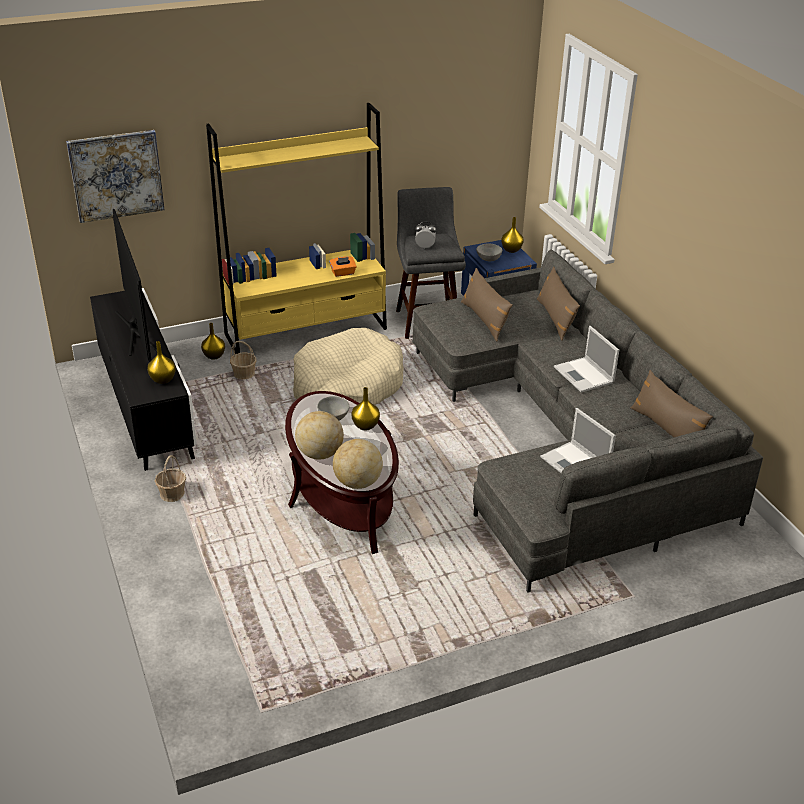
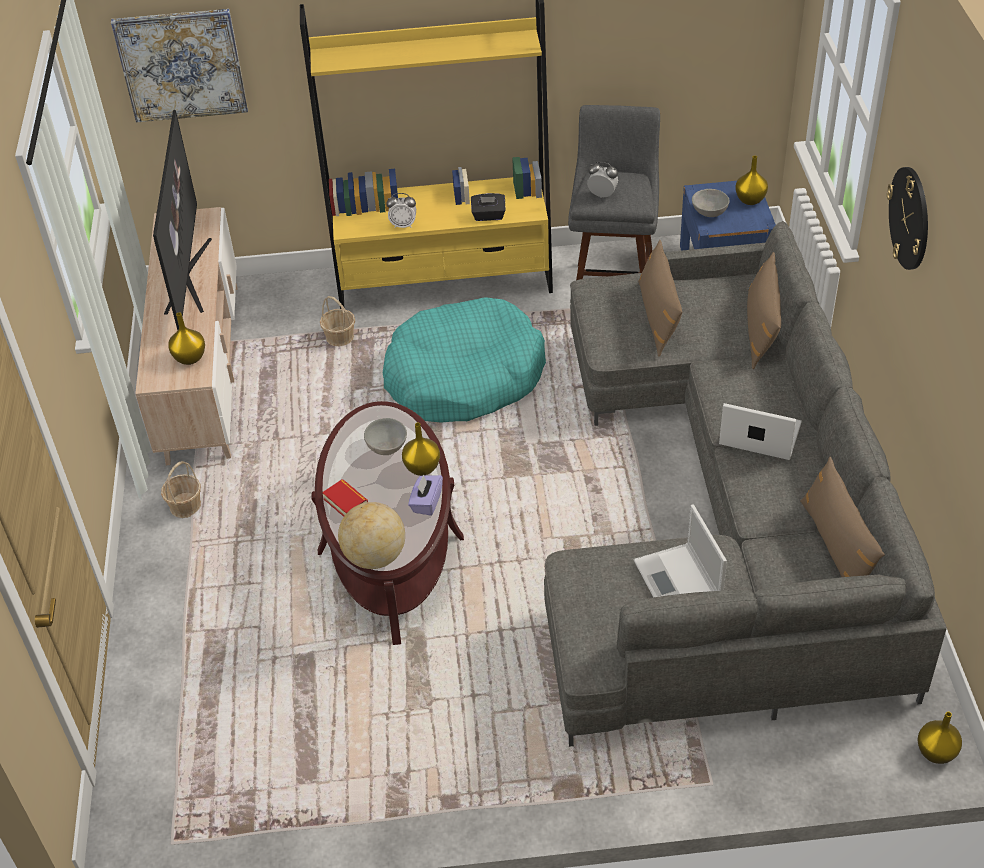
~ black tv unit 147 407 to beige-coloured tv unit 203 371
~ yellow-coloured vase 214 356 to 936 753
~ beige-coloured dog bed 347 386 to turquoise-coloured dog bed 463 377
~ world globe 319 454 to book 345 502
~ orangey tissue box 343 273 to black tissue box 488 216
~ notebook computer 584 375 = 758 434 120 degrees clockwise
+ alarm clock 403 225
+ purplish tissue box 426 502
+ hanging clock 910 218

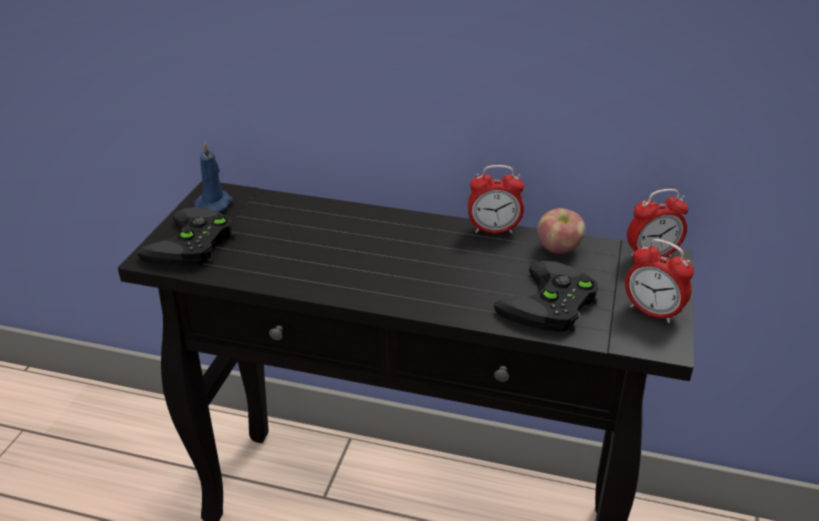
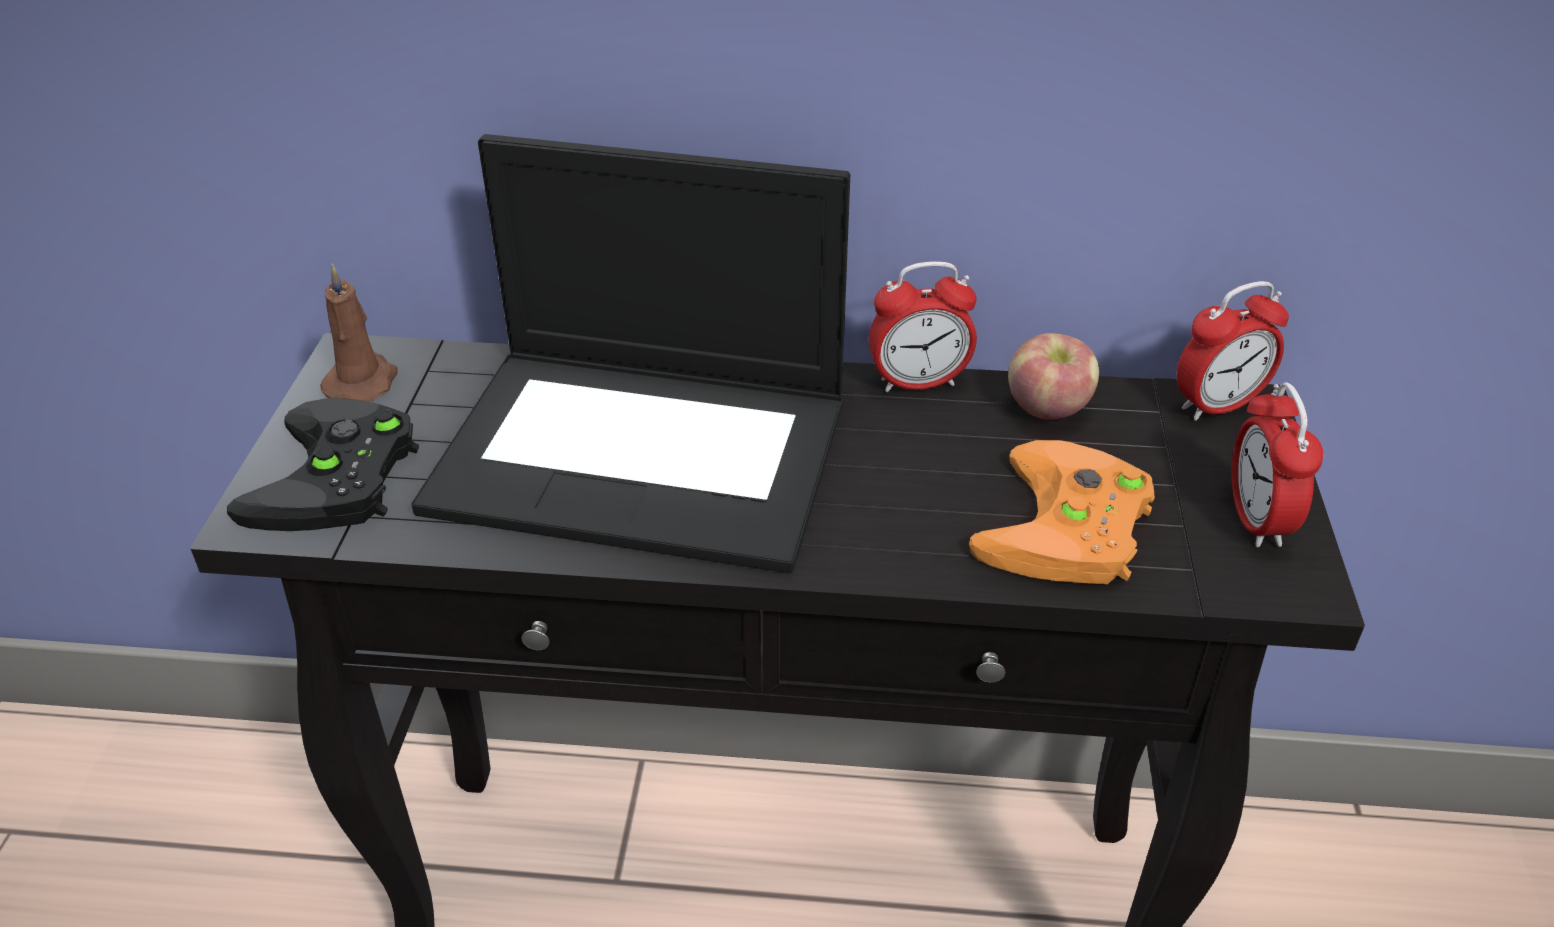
~ blue candle 215 203 to brown candle 363 381
~ black gamepad 550 306 to orangey gamepad 1069 530
~ alarm clock 652 312 = 1256 521 60 degrees clockwise
+ notebook computer 646 453

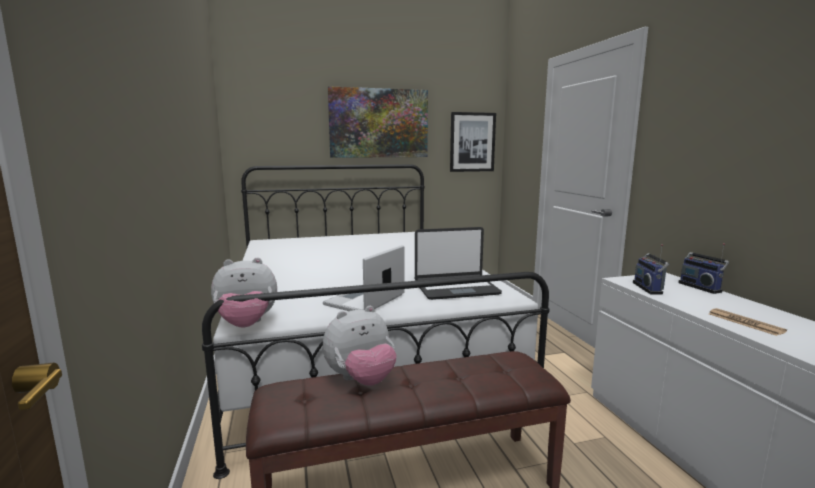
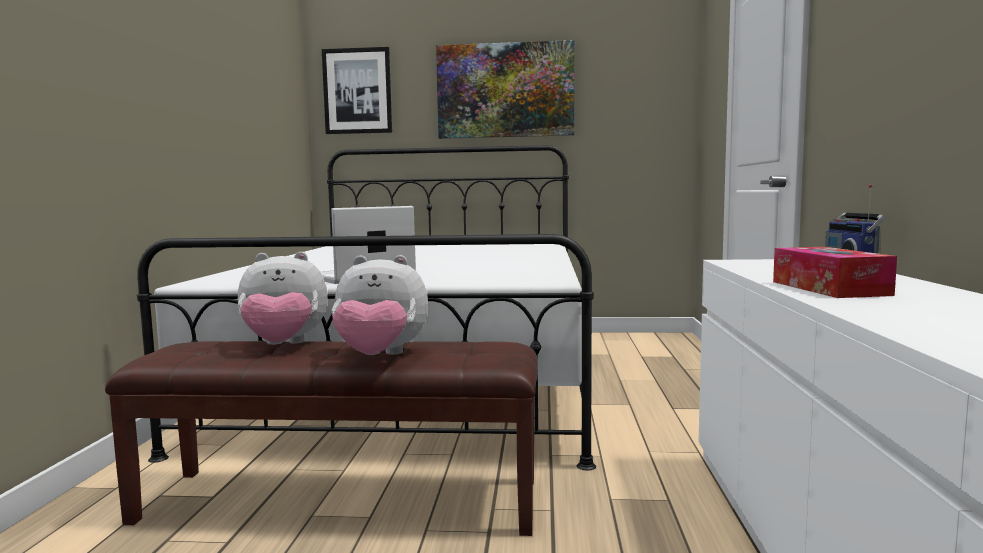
~ plush toy 246 325 to 380 356
- notebook computer 456 288
~ picture 472 142 to 357 91
- radio 649 288
~ printed paper 745 322 to tissue box 829 288

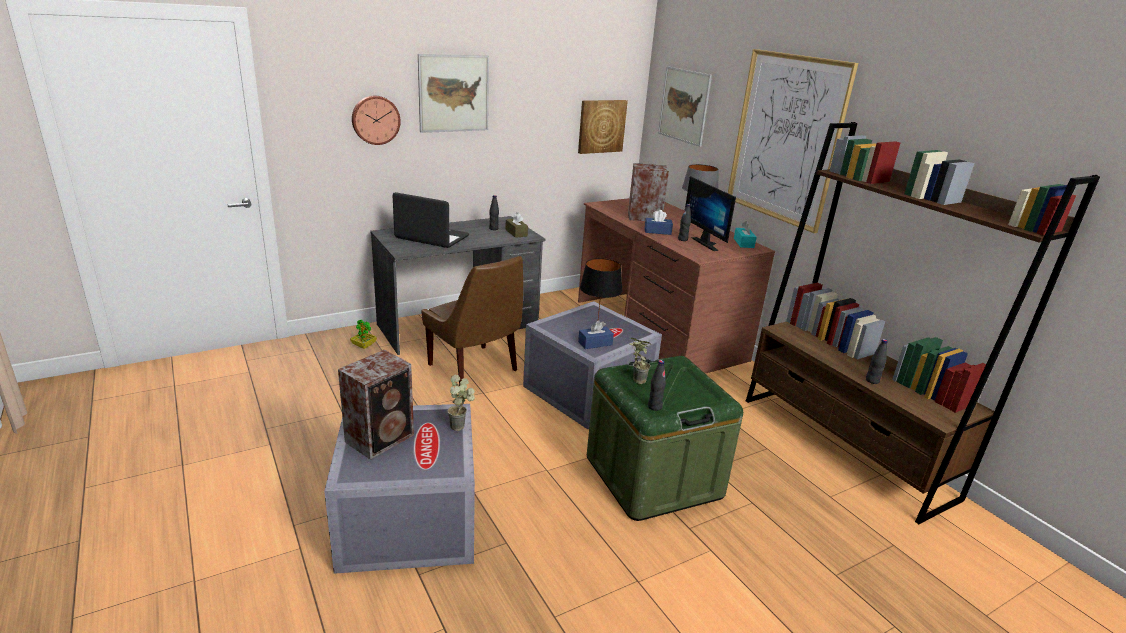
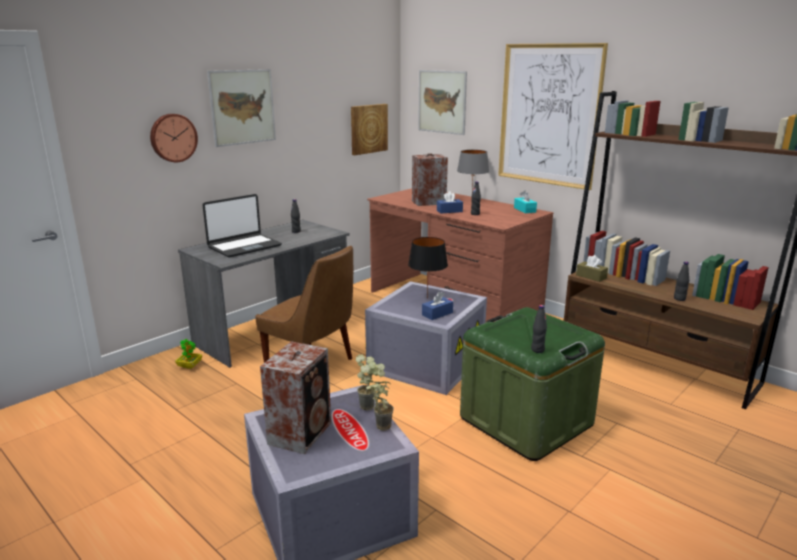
~ notebook computer 432 237 = 244 246 135 degrees clockwise
~ brown tissue box 516 233 to 591 276
~ potted plant 635 380 to 379 426
- computer display 708 243

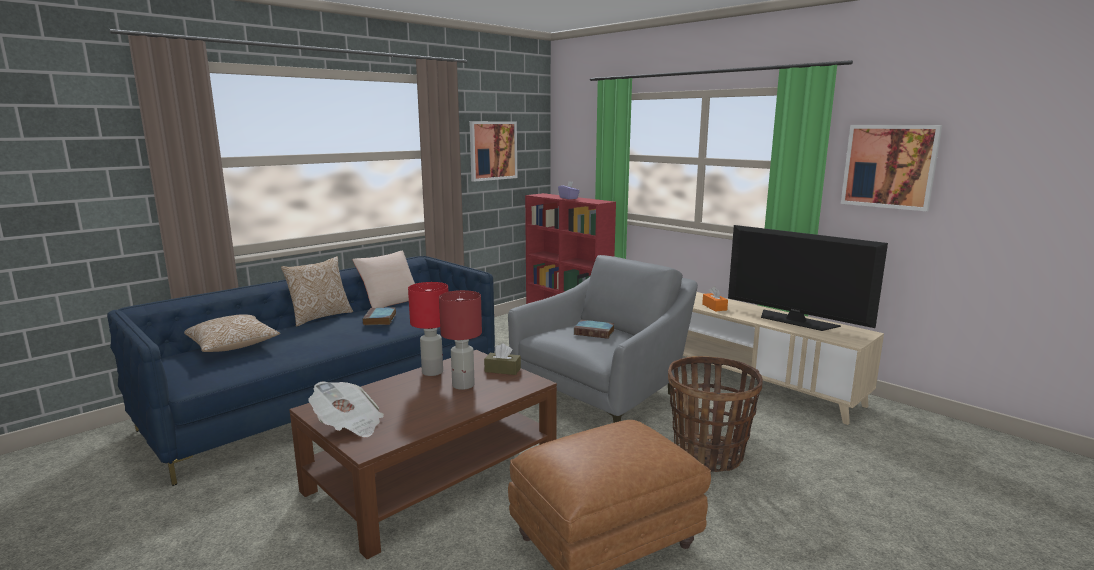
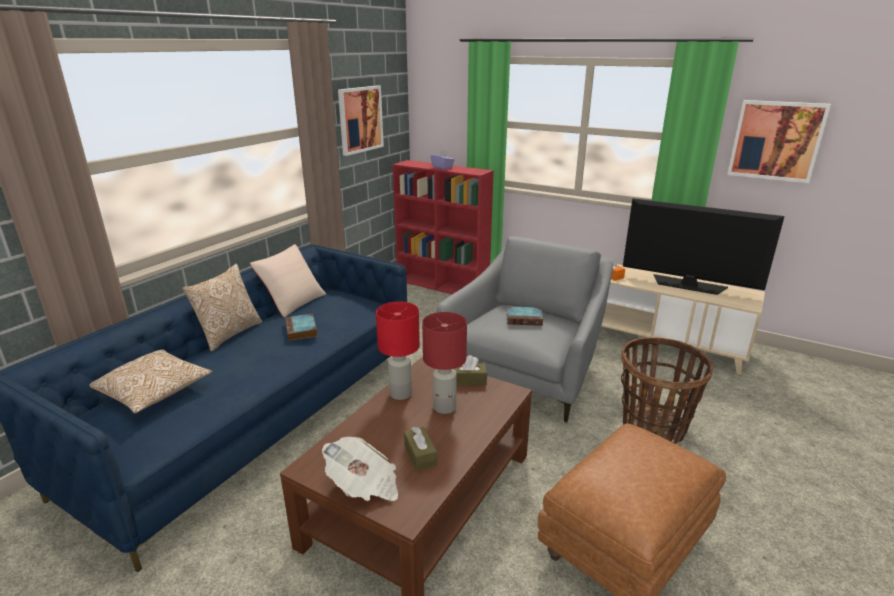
+ brown tissue box 420 455

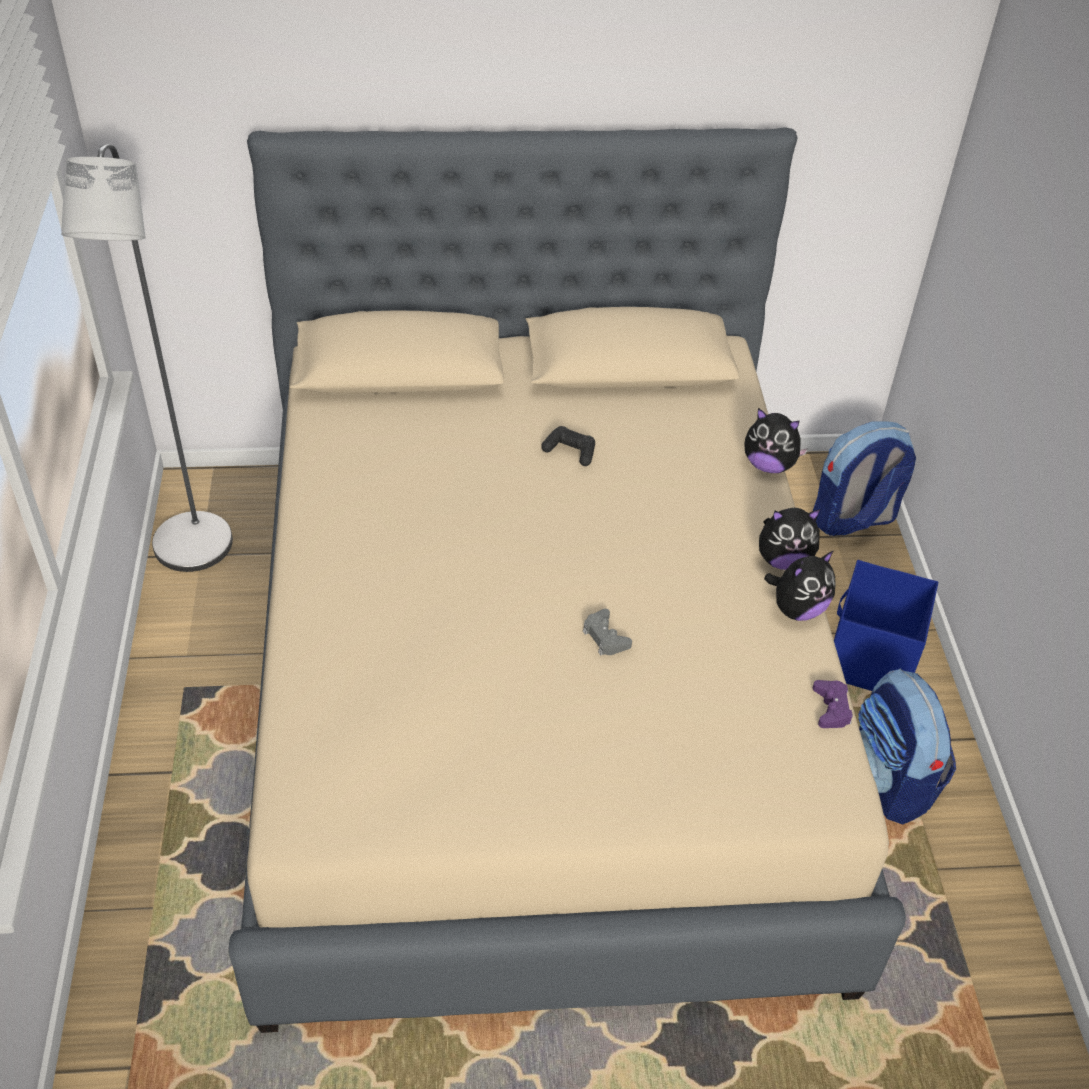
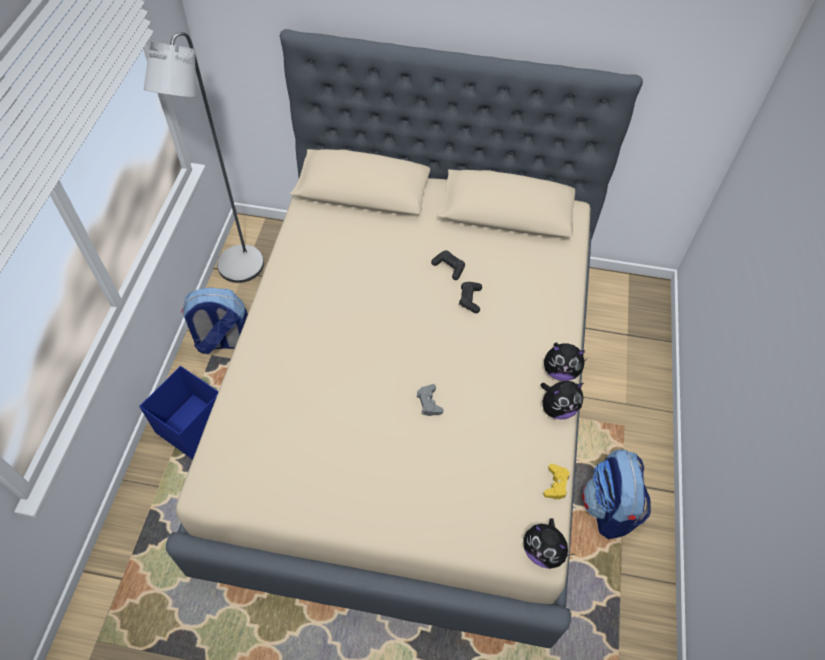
~ plush toy 769 465 to 543 551
~ backpack 852 519 to 223 341
~ purplish gamepad 831 708 to yellow-coloured gamepad 556 484
~ blue storage bin 869 660 to 192 427
+ black gamepad 470 299

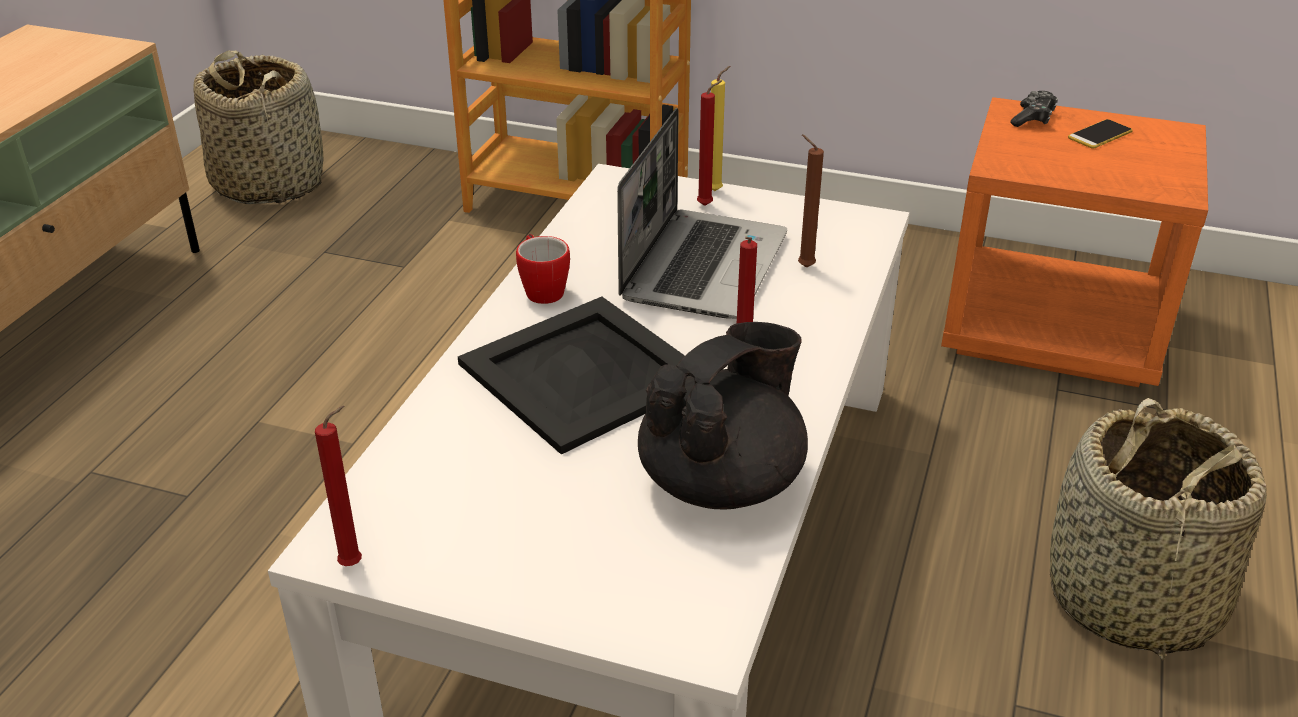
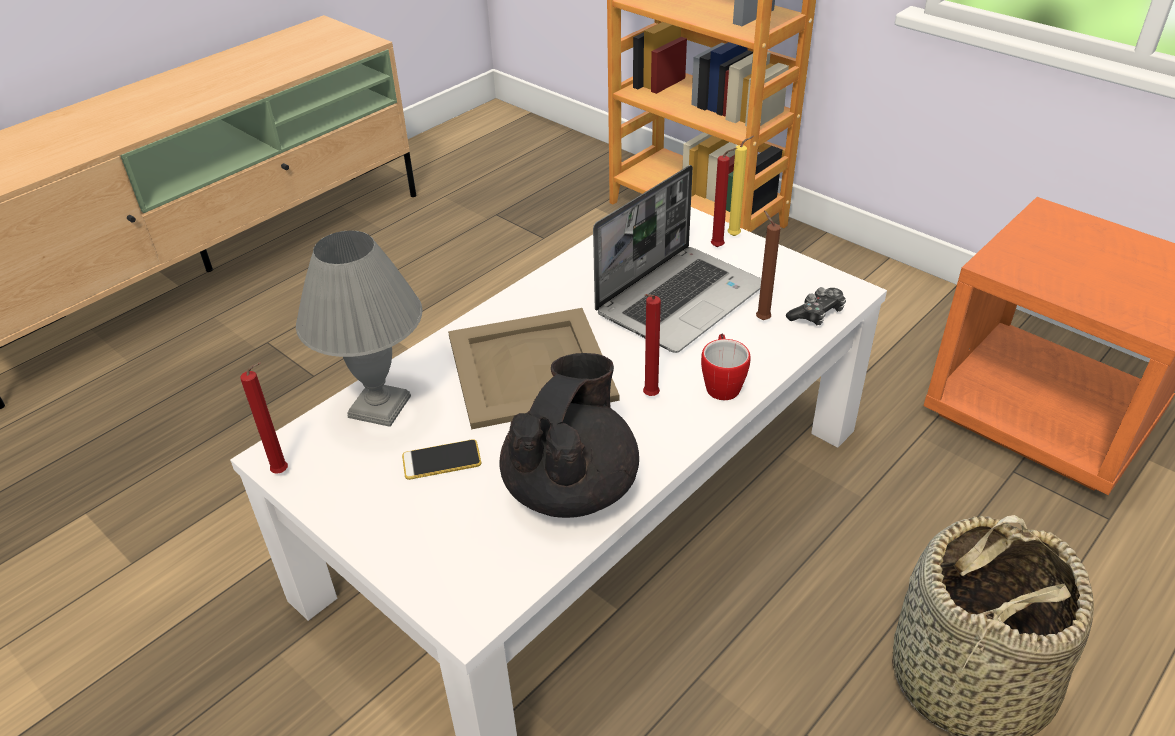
- basket 269 183
~ black carrying tray 583 371 to beige-coloured carrying tray 531 366
~ coffee mug 542 289 to 722 384
~ black teapot 723 481 = 572 487 45 degrees counterclockwise
~ gamepad 1033 118 to 817 314
~ telephone 1100 135 to 441 460
+ grey table lamp 380 408

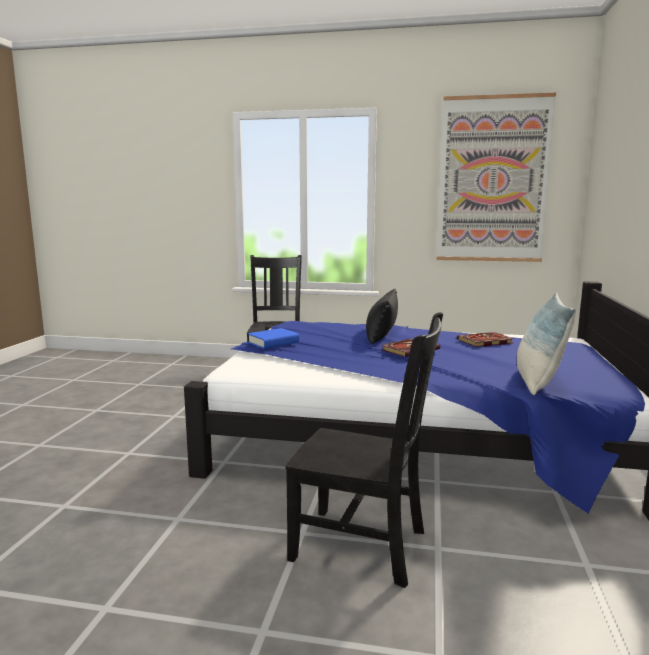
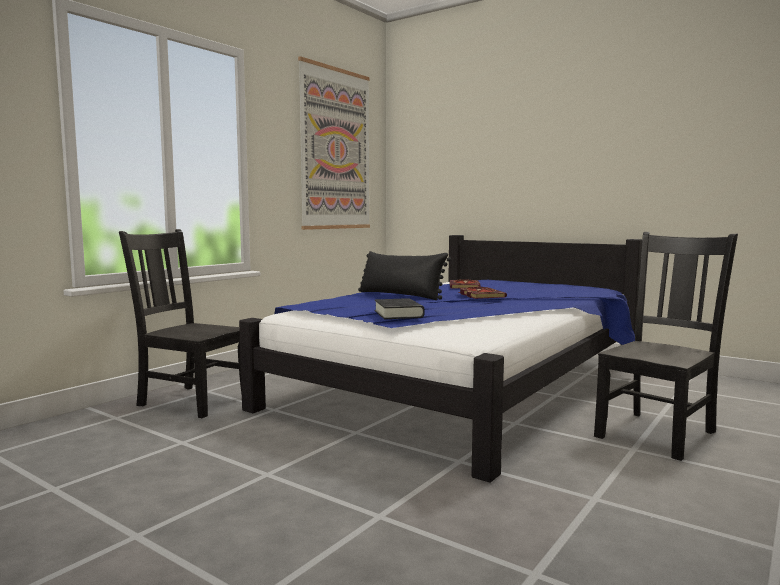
~ blue book 273 343 to black book 398 314
- throw pillow 537 383

